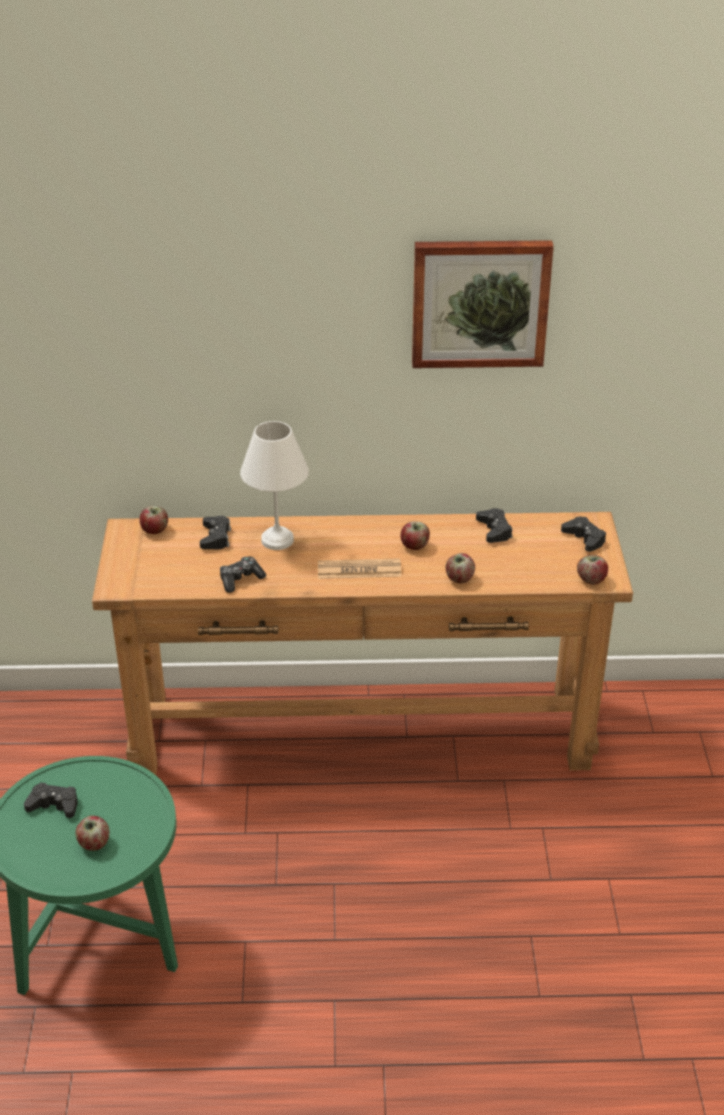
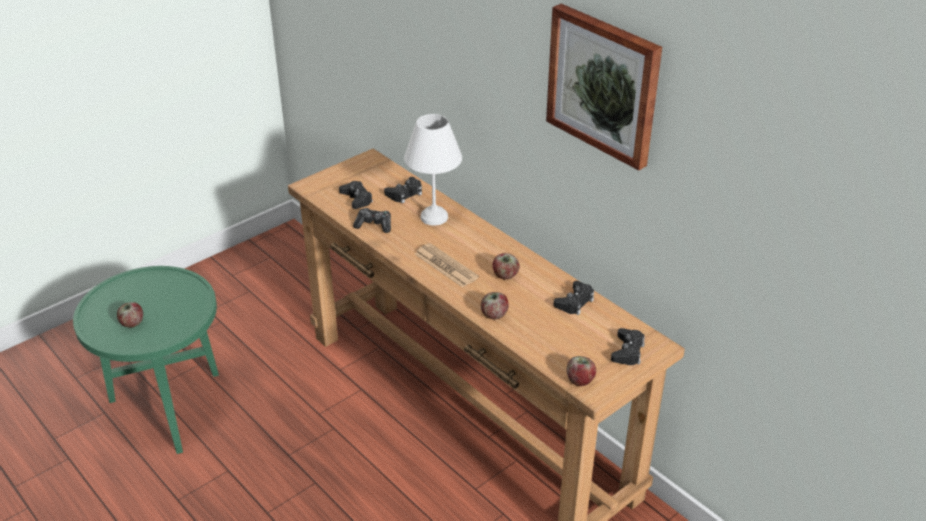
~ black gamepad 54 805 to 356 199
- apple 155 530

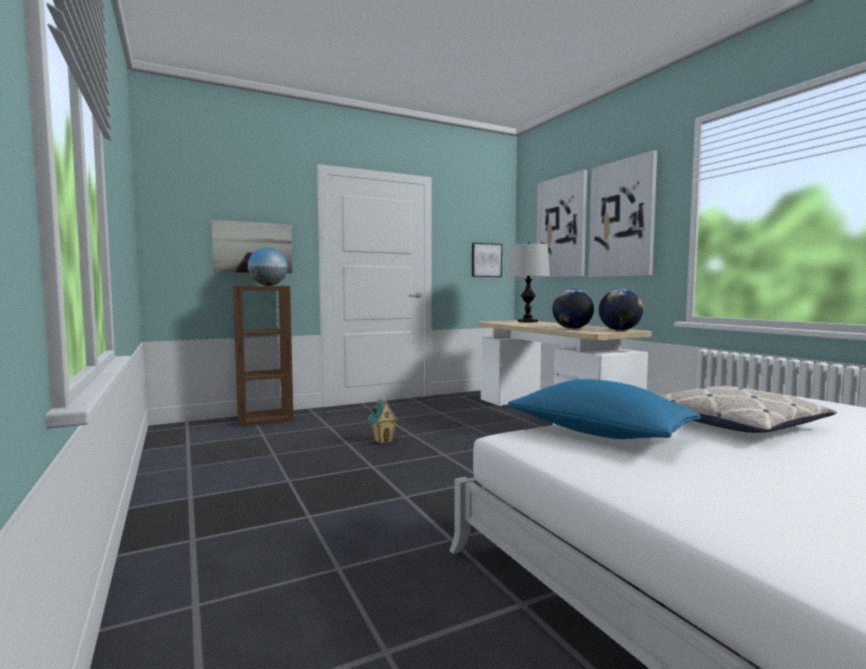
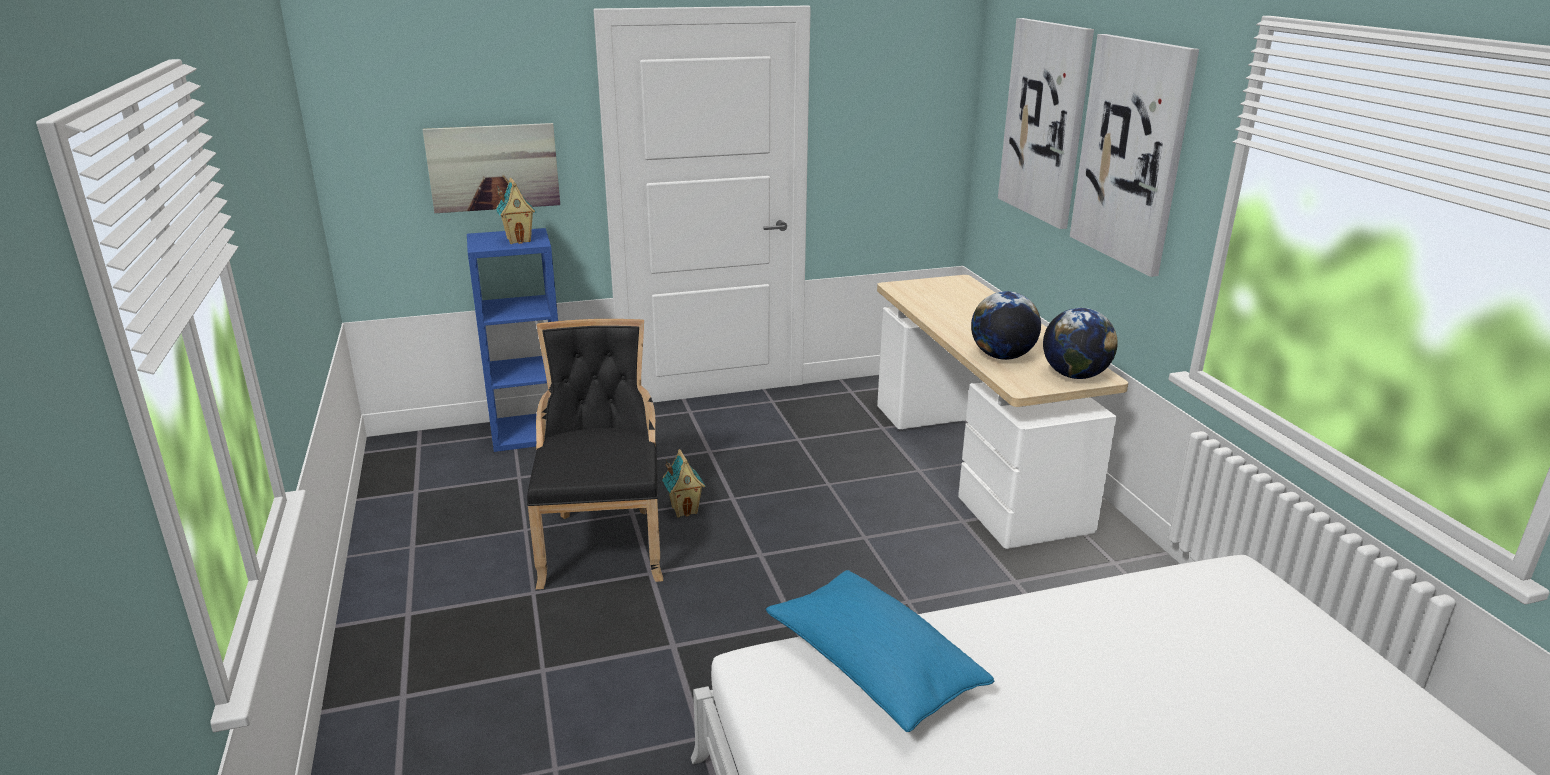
~ brown bookcase 265 418 to blue bookcase 530 432
~ world globe 268 285 to toy house 519 240
- picture 486 260
- table lamp 527 321
- throw pillow 734 423
+ black plain chair 603 543

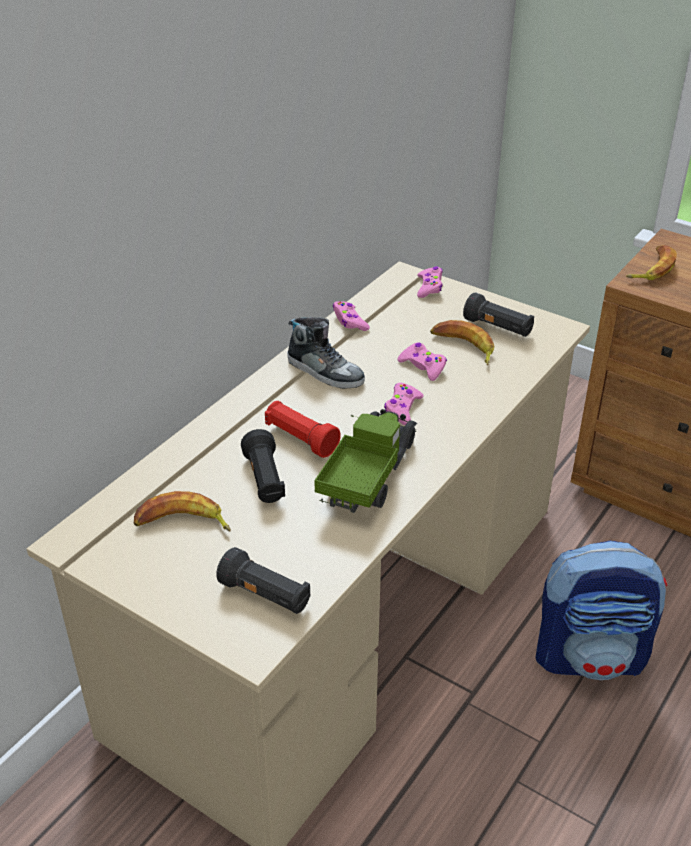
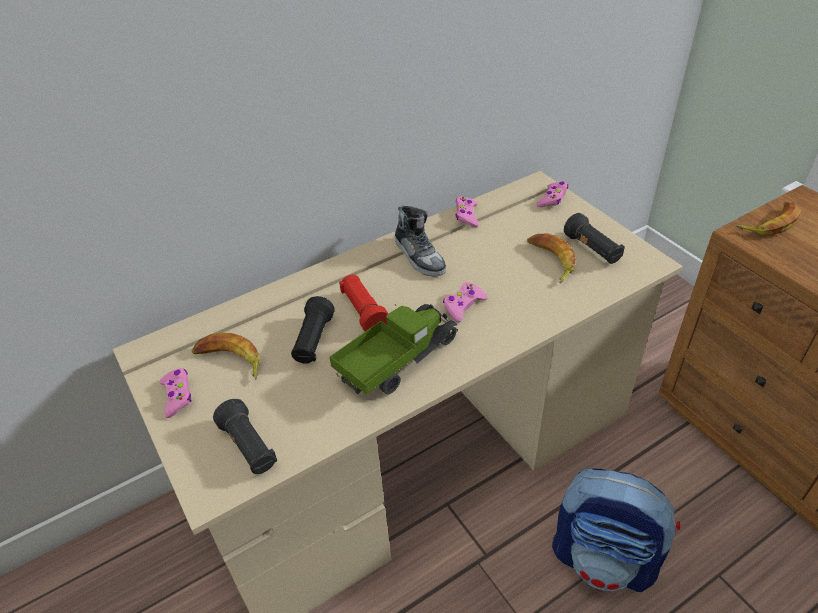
~ pink gamepad 423 366 to 177 395

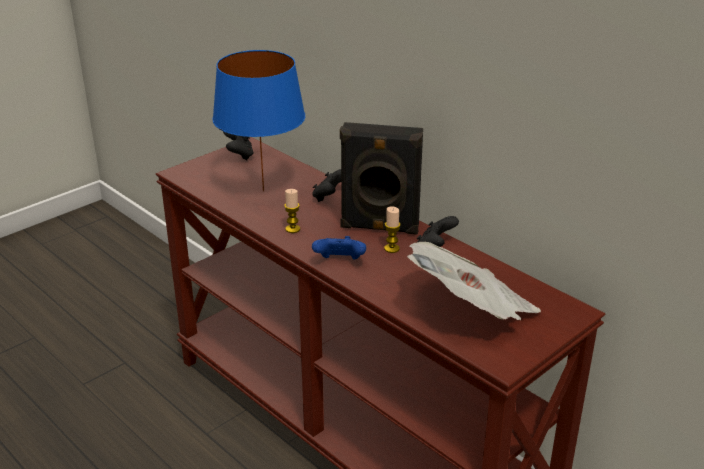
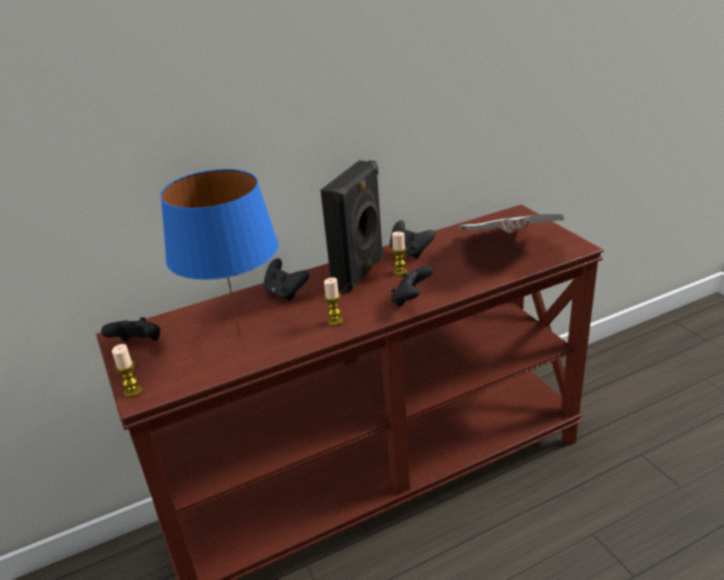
~ blue gamepad 340 262 to black gamepad 411 300
+ candle 133 391

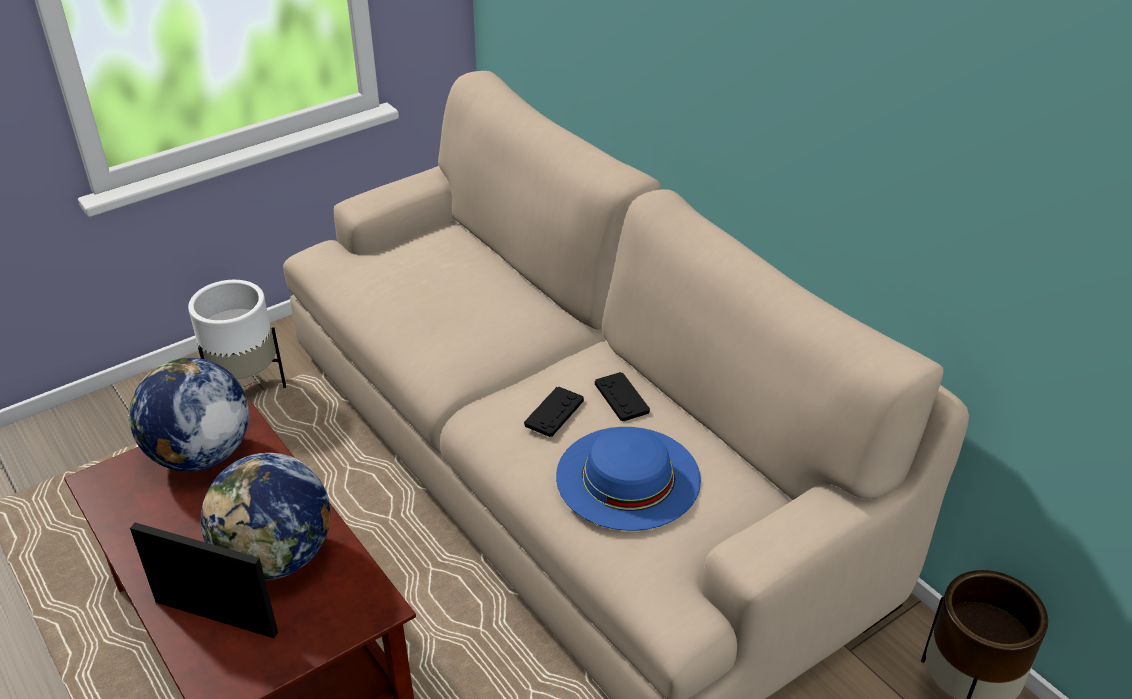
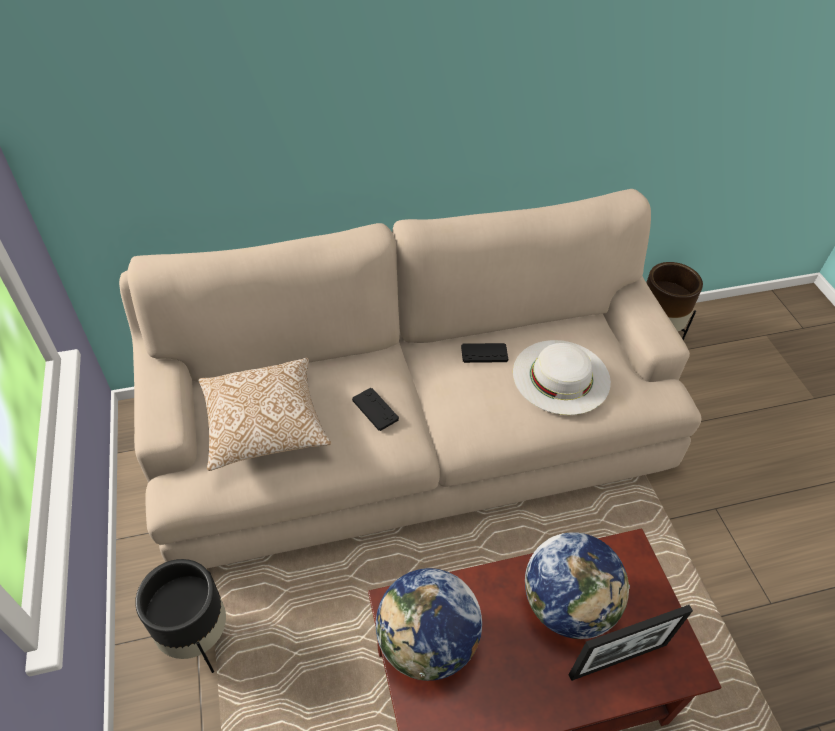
~ picture frame 216 617 = 618 659 150 degrees counterclockwise
~ white-coloured planter 246 385 to black planter 197 637
~ black gamepad 554 413 to 375 409
~ blue wearable hat 628 477 to white-coloured wearable hat 561 376
+ throw pillow 264 425

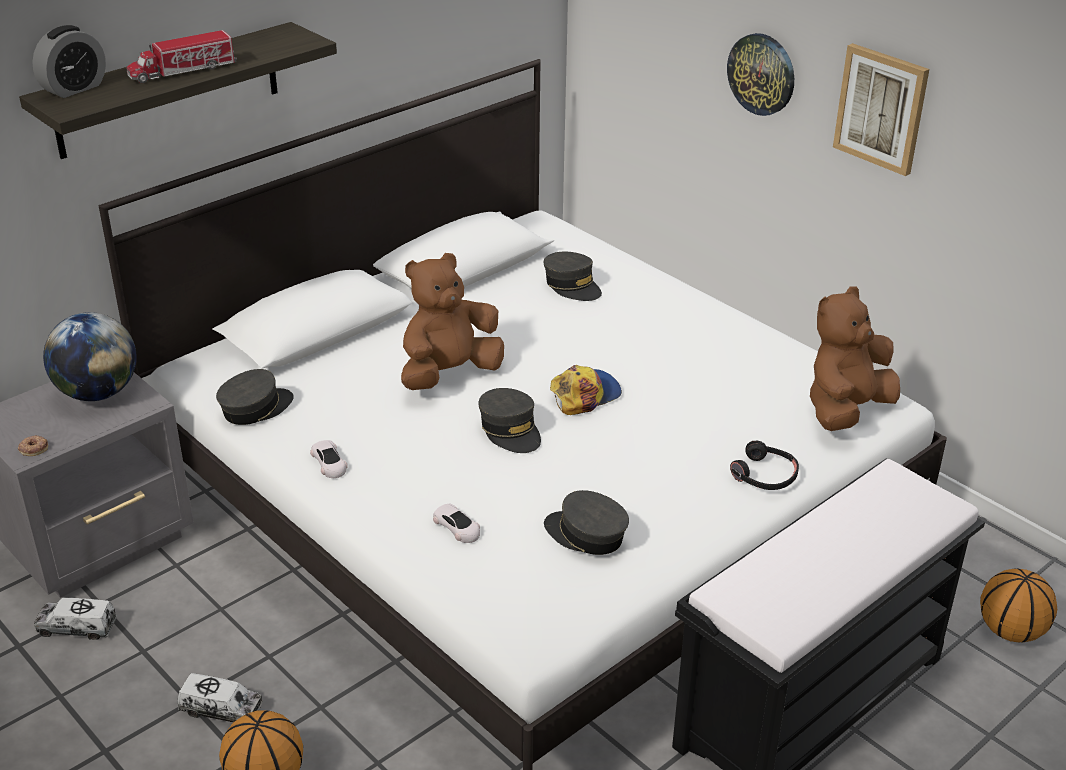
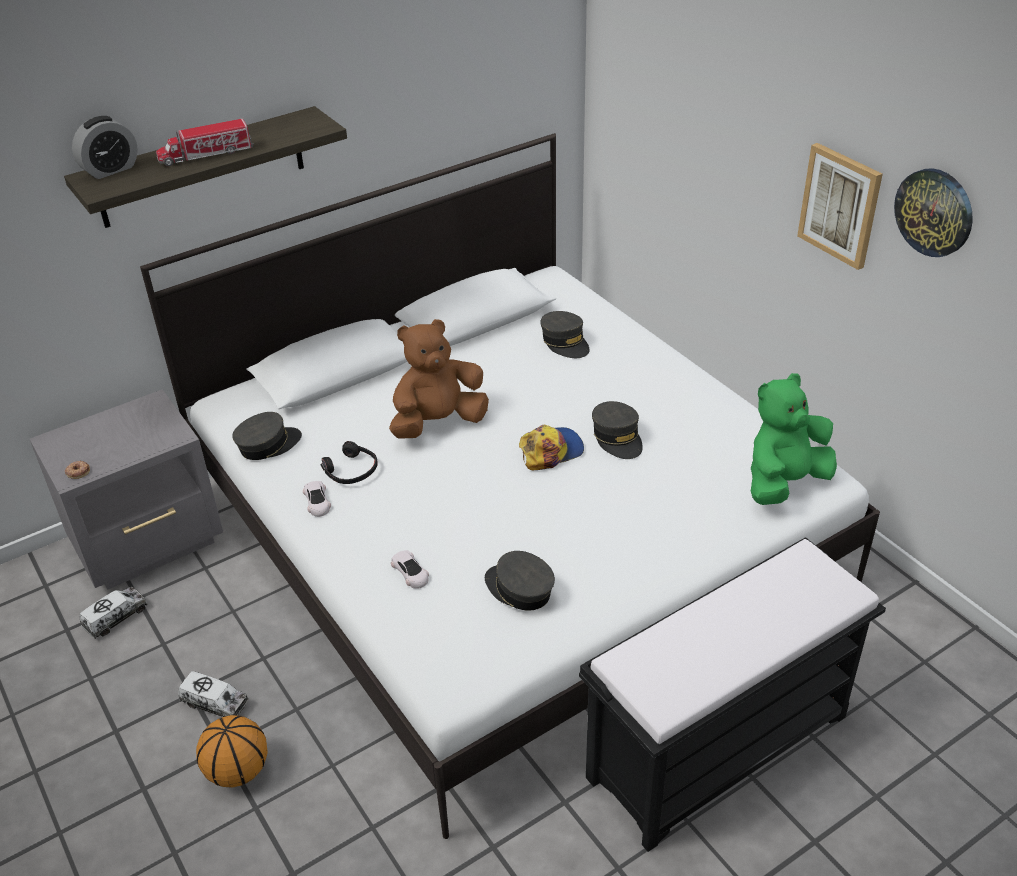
~ toy lorry 77 627 = 115 618 120 degrees clockwise
- world globe 97 393
~ grey peaked cap 510 430 to 617 438
~ hanging clock 762 74 to 934 212
~ black headset 765 475 to 351 471
~ brown plush toy 846 410 to green plush toy 784 482
- basketball ball 1011 631

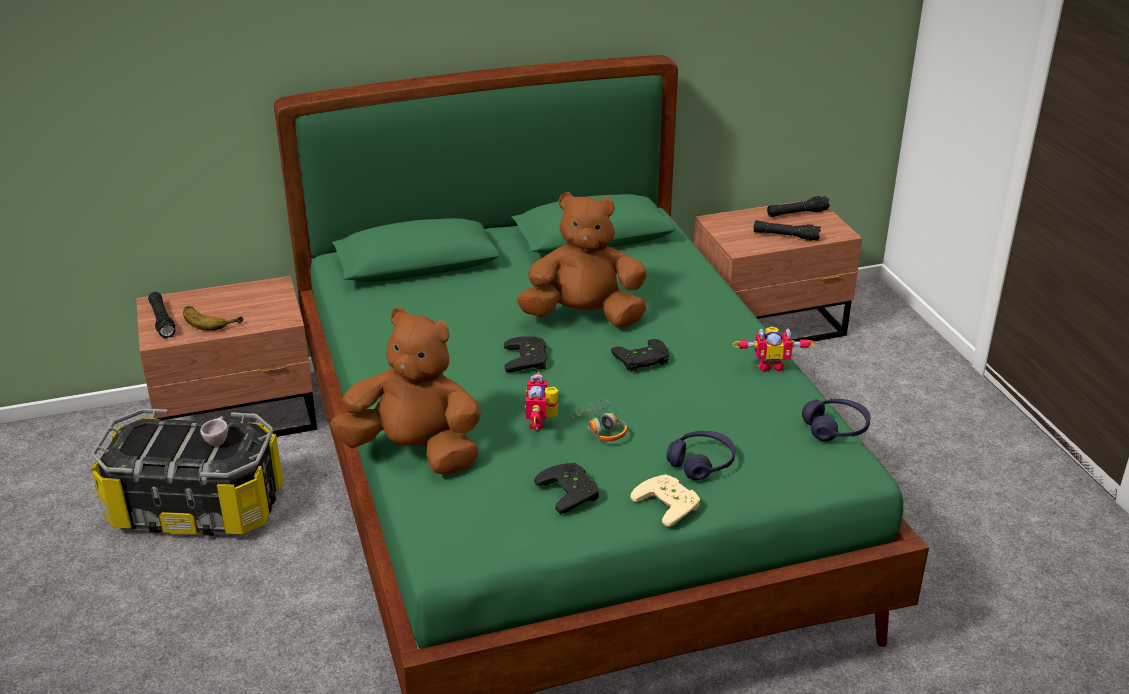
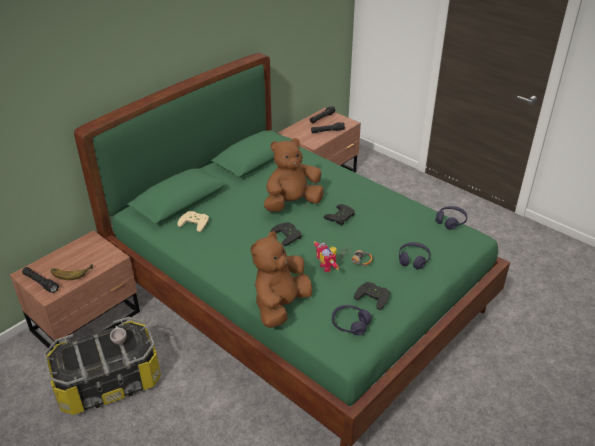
~ brown plush toy 415 452 = 280 306 45 degrees counterclockwise
~ beige-coloured gamepad 670 502 to 195 222
- model robot 770 365
+ purplish headset 350 324

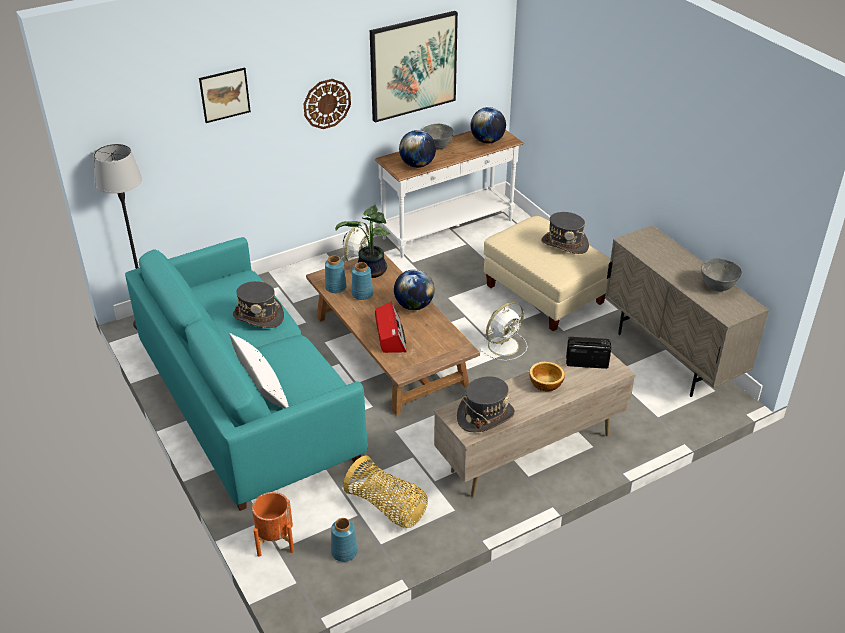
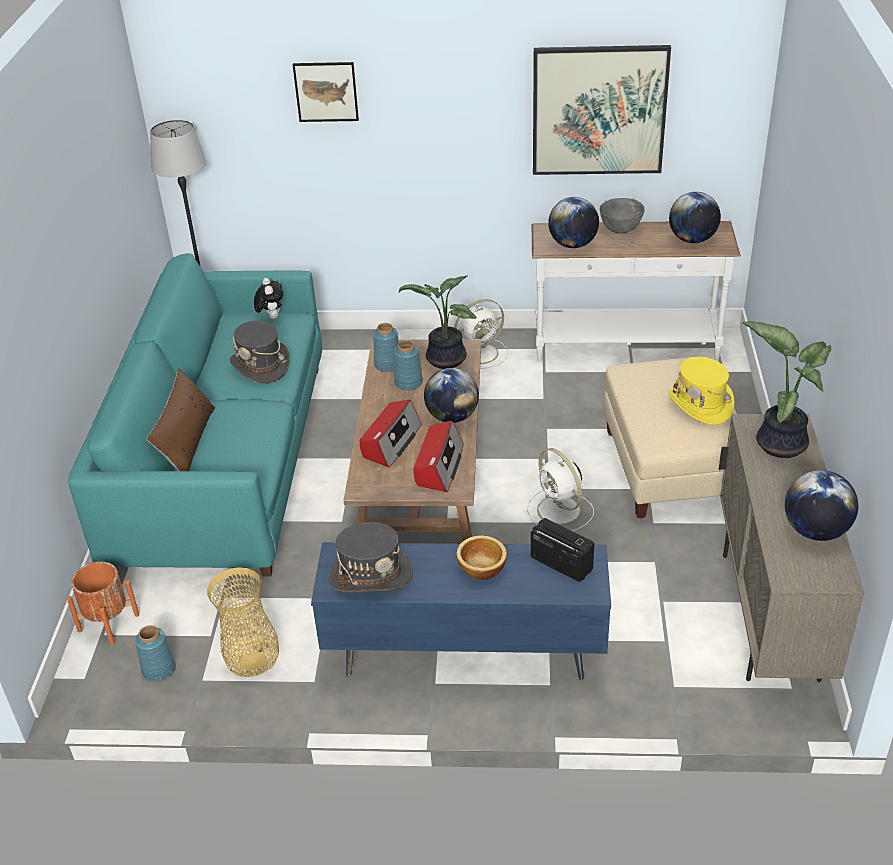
~ white-coloured throw pillow 261 386 to brown throw pillow 187 442
- hanging clock 327 103
~ beige-coloured tv unit 530 452 to blue tv unit 465 655
~ white-coloured cooling fan 504 345 = 560 511 60 degrees clockwise
~ grey wearable hat 565 244 to yellow-coloured wearable hat 700 404
~ grey deep dish 717 287 to world globe 815 531
+ plush toy 271 317
+ radio 439 466
+ potted plant 780 442

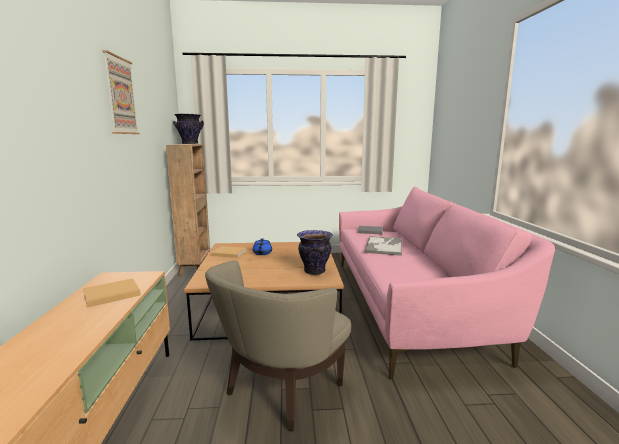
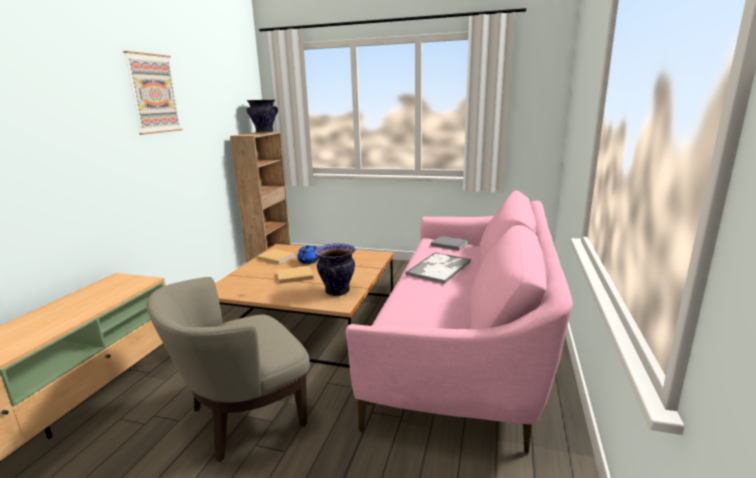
~ beige-coloured book 110 294 to 294 276

